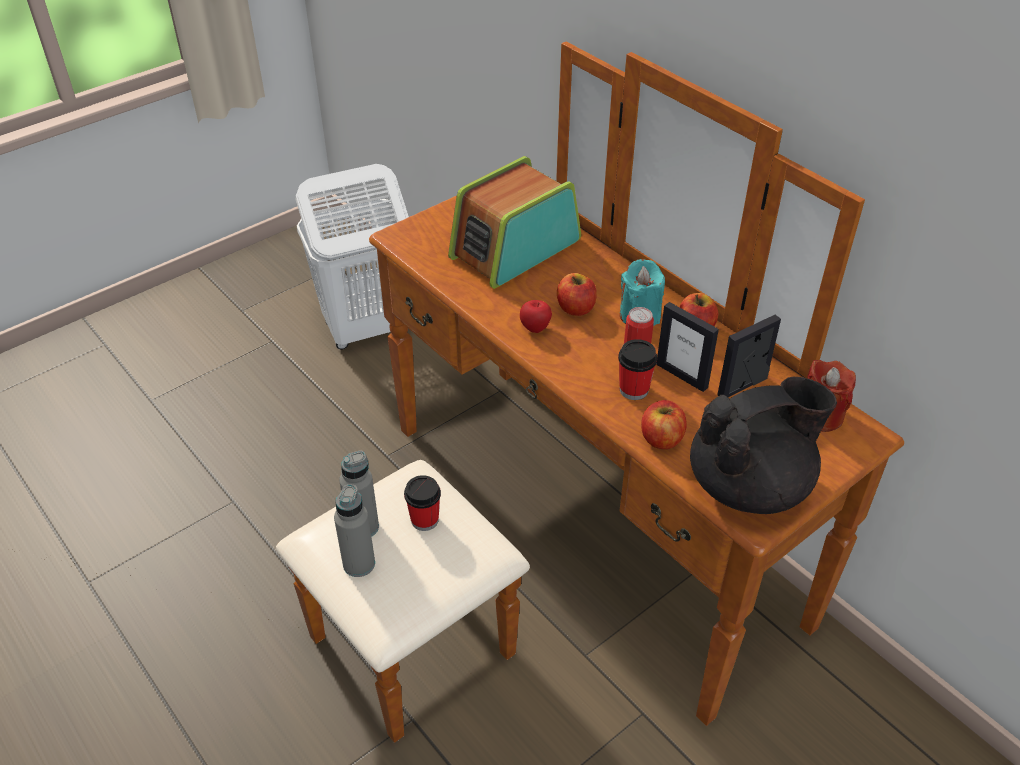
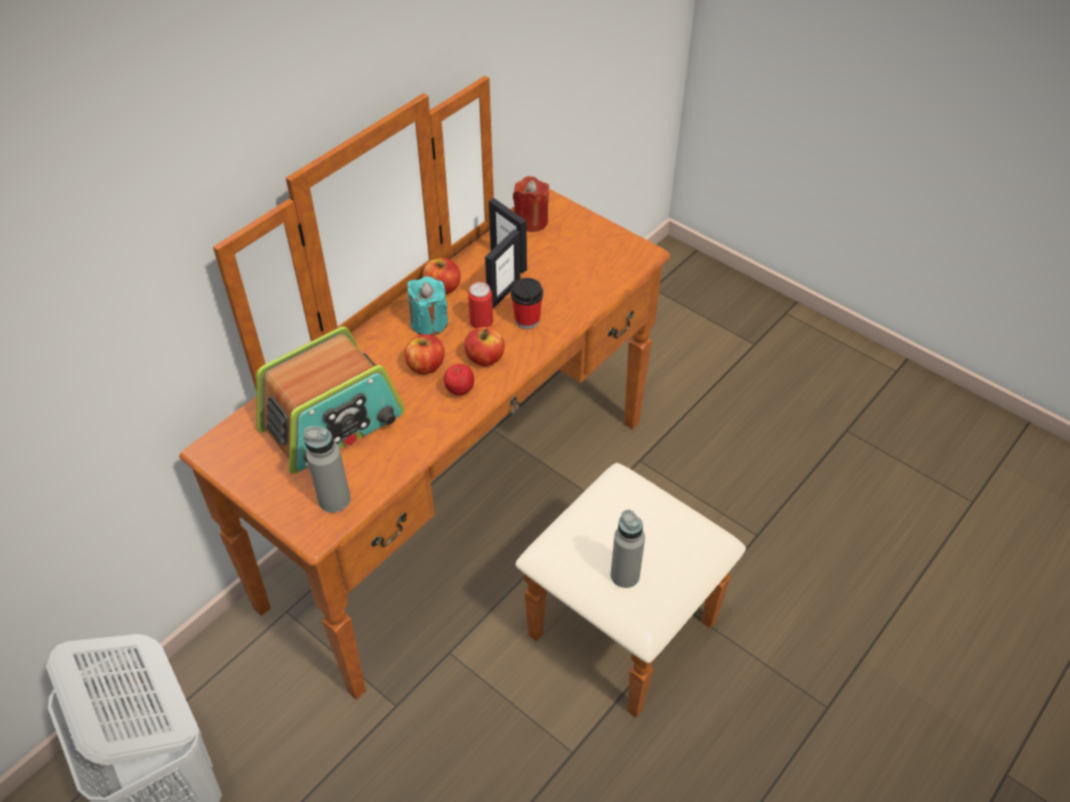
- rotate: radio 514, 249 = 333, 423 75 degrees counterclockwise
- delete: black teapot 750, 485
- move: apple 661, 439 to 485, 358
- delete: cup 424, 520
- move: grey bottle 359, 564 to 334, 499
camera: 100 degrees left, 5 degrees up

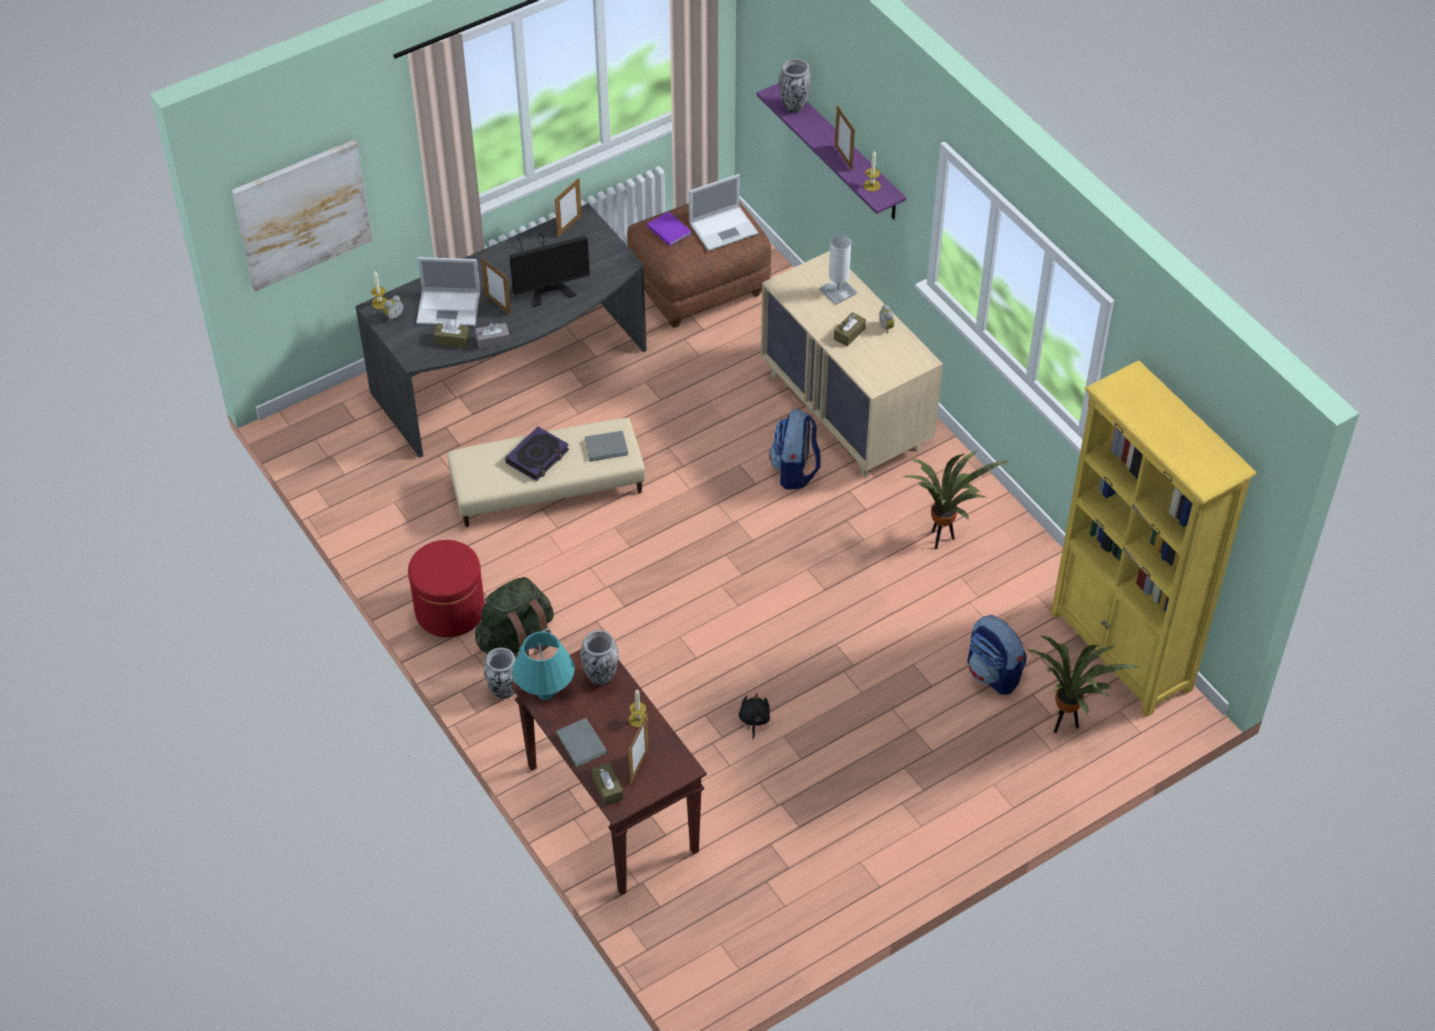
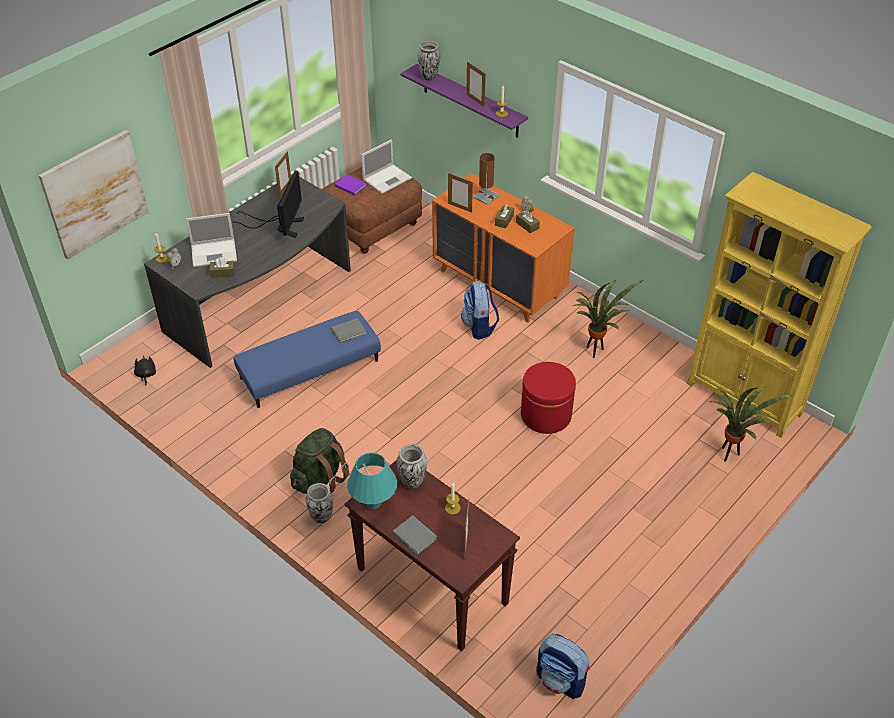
- rotate: monitor 547, 282 = 280, 225 45 degrees counterclockwise
- recolor: white table lamp 838, 291 to brown table lamp 485, 196
- recolor: beige dresser 846, 412 to orange dresser 499, 284
- move: picture frame 498, 305 to 460, 207
- delete: grey tissue box 493, 341
- recolor: beige ottoman 548, 487 to blue ottoman 310, 370
- delete: book 537, 457
- move: red ottoman 450, 610 to 546, 415
- move: backpack 993, 674 to 561, 680
- move: black plush toy 754, 720 to 146, 375
- move: brown tissue box 607, 788 to 527, 225
camera: 15 degrees left, 5 degrees down

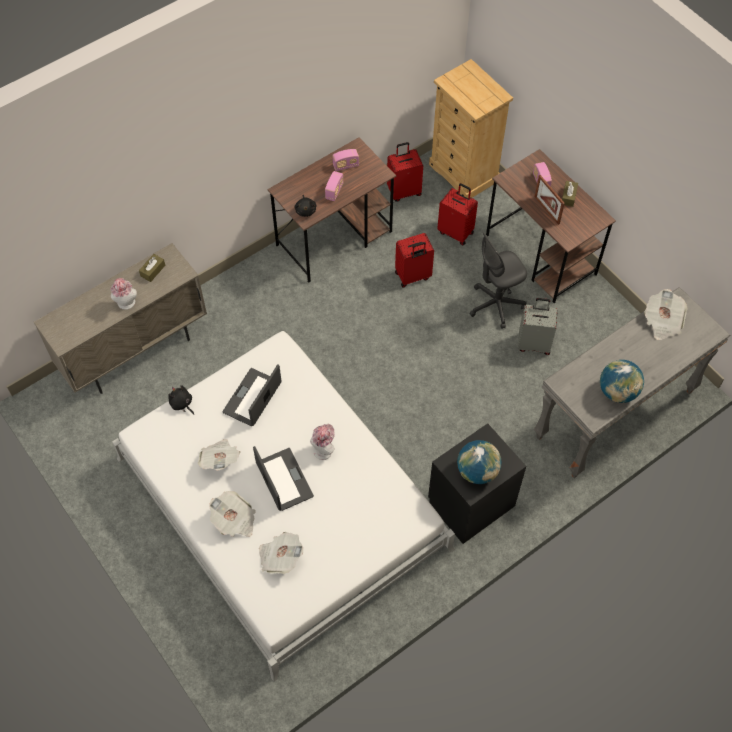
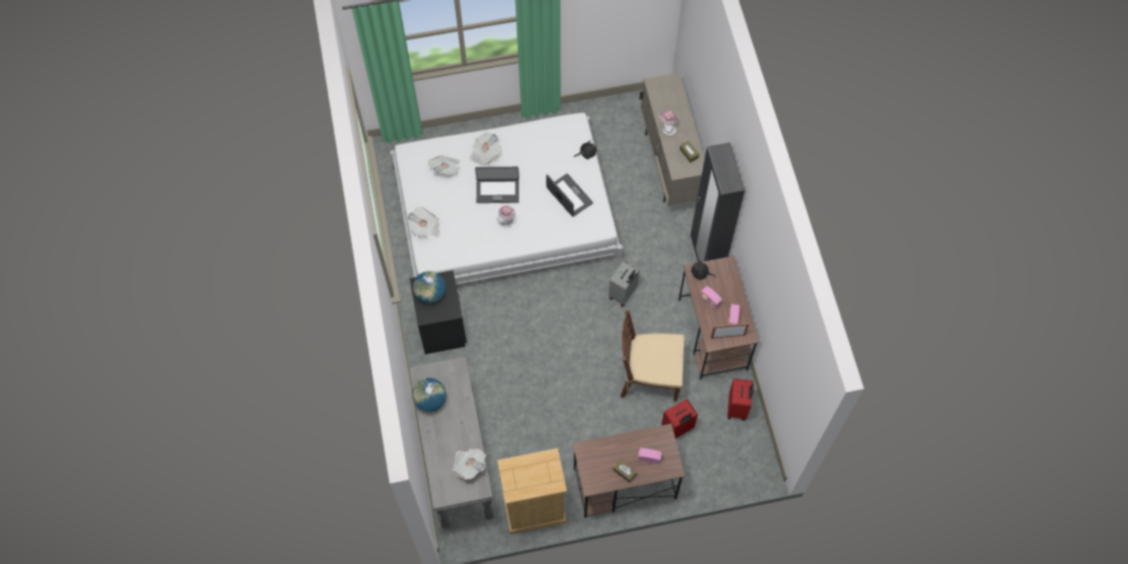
- move: beige dresser 464, 172 to 533, 509
- move: picture frame 547, 210 to 728, 336
- delete: grey office chair 496, 305
- replace: red suitcase 413, 276 to brown chair 649, 376
- move: grey suitcase 534, 343 to 623, 293
- move: newspaper 220, 459 to 425, 227
- insert: black wardrobe 706, 257
camera: 115 degrees right, 5 degrees up

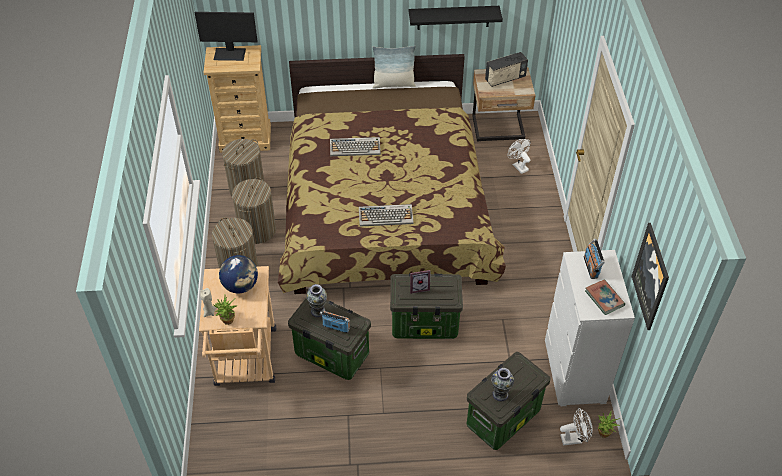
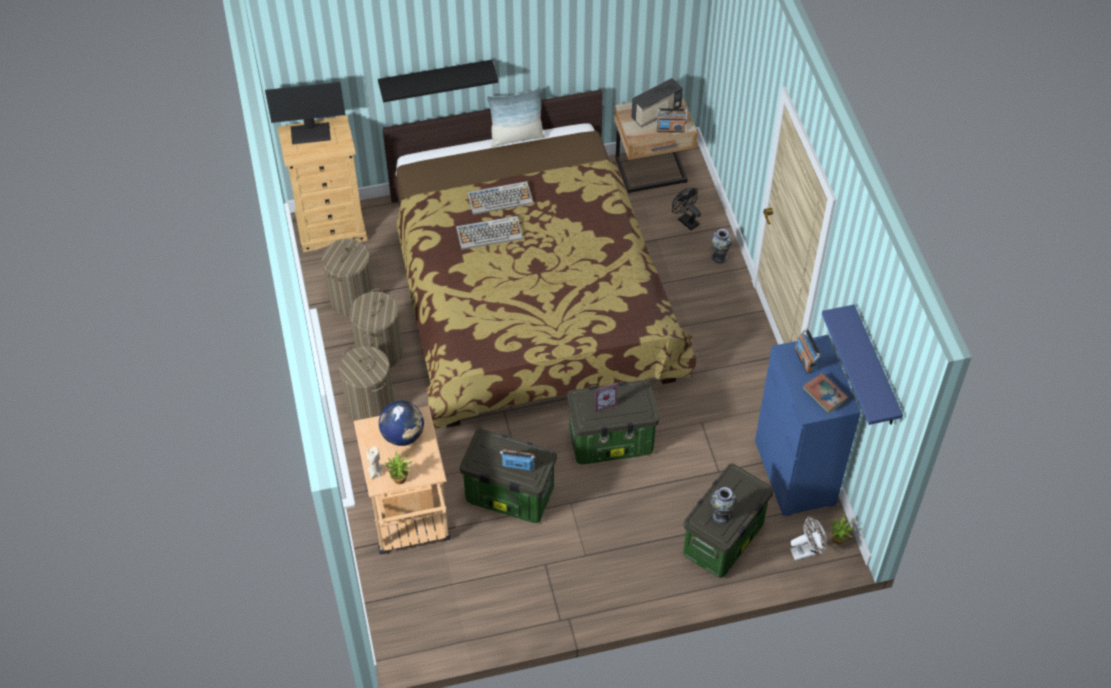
- move: black shelf 453, 17 to 436, 80
- recolor: white fan 518, 166 to black fan 685, 220
- move: keyboard 386, 216 to 500, 198
- replace: picture 651, 276 to blue shelf 875, 369
- recolor: white dresser 574, 372 to blue dresser 794, 474
- move: vase 318, 311 to 719, 257
- insert: radio 670, 129
camera: 10 degrees left, 5 degrees up

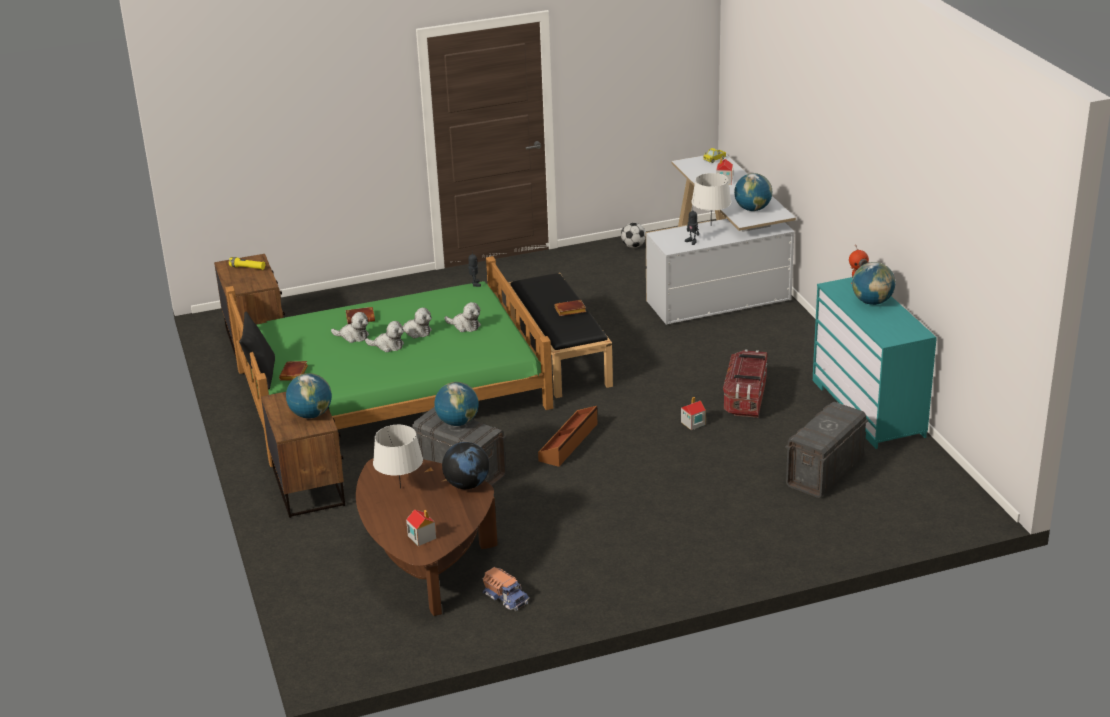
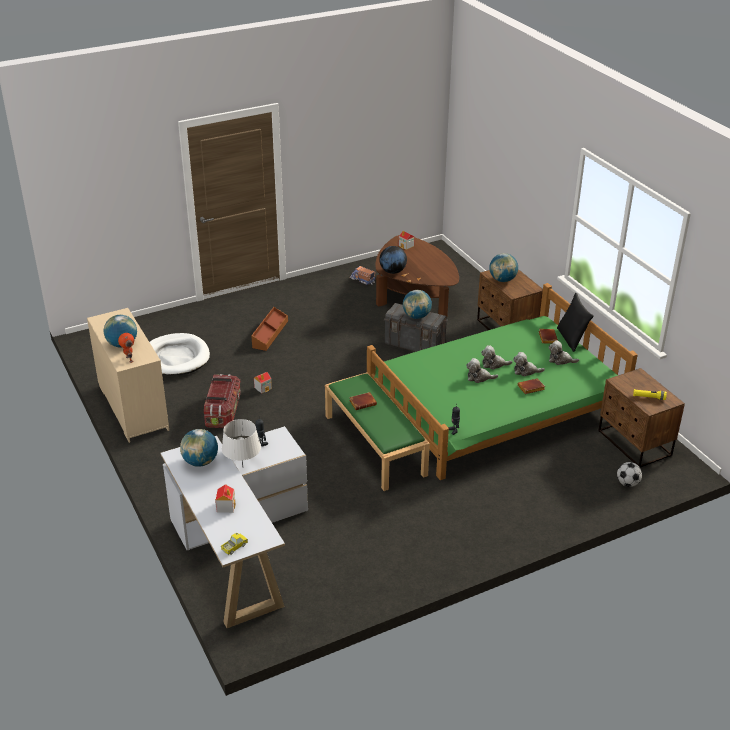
- move: football 633, 246 to 627, 483
- recolor: black bench 557, 354 to green bench 375, 445
- recolor: turquoise dresser 869, 408 to beige dresser 132, 408
- move: plush toy 465, 326 to 560, 360
- replace: grey storage box 824, 472 to white dog bed 176, 357
- move: brown storage box 569, 442 to 269, 334
- delete: white table lamp 400, 488
camera: 170 degrees right, 5 degrees up

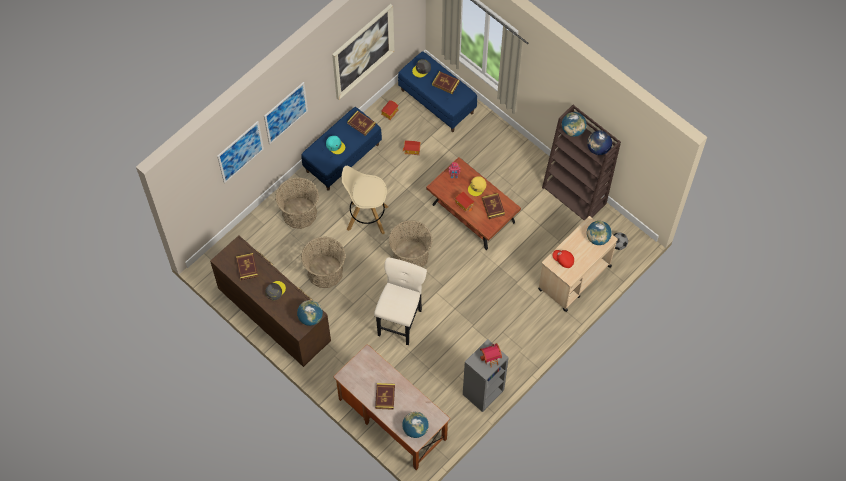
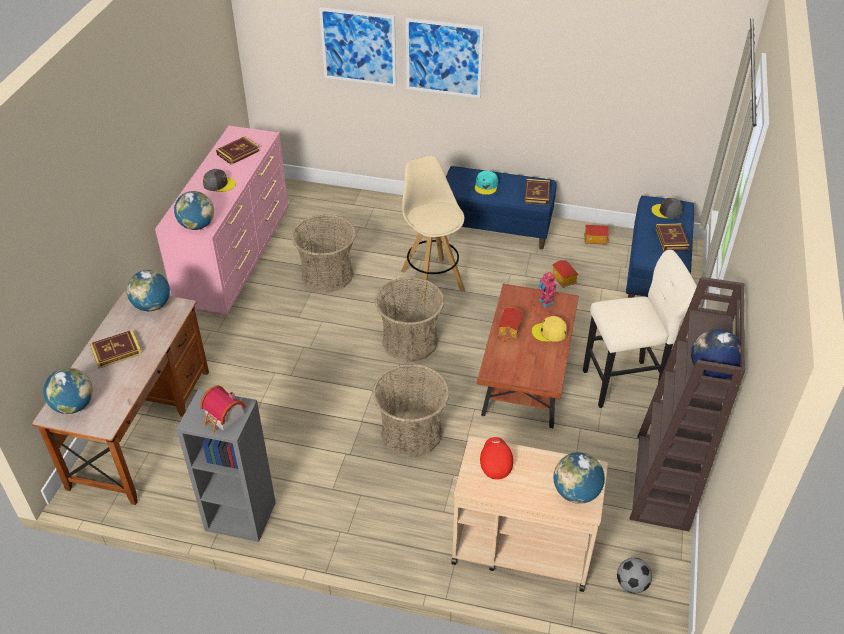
- delete: picture 363, 51
- move: globe 573, 130 to 152, 305
- move: basket 299, 213 to 411, 433
- delete: book 493, 207
- recolor: brown dresser 274, 316 to pink dresser 236, 258
- move: beige stool 400, 320 to 625, 383
camera: 60 degrees right, 20 degrees down

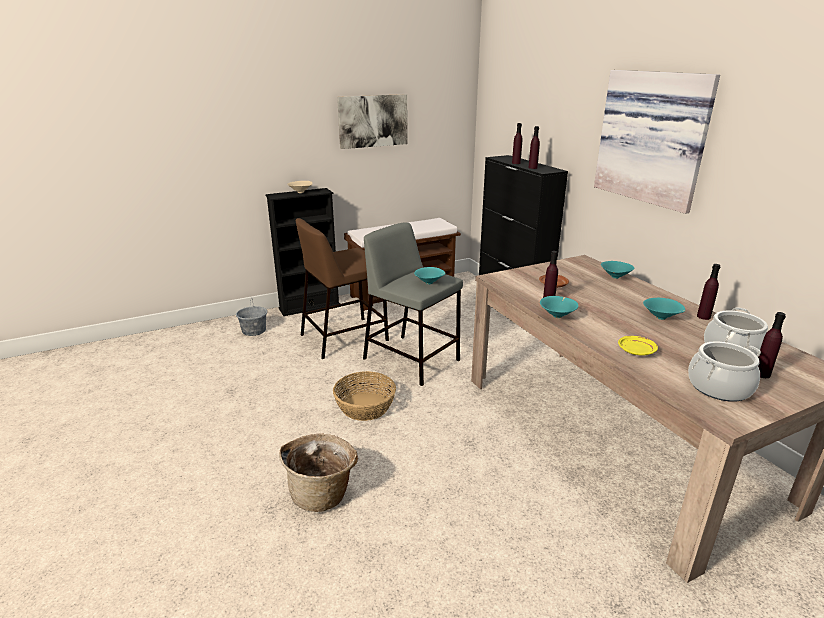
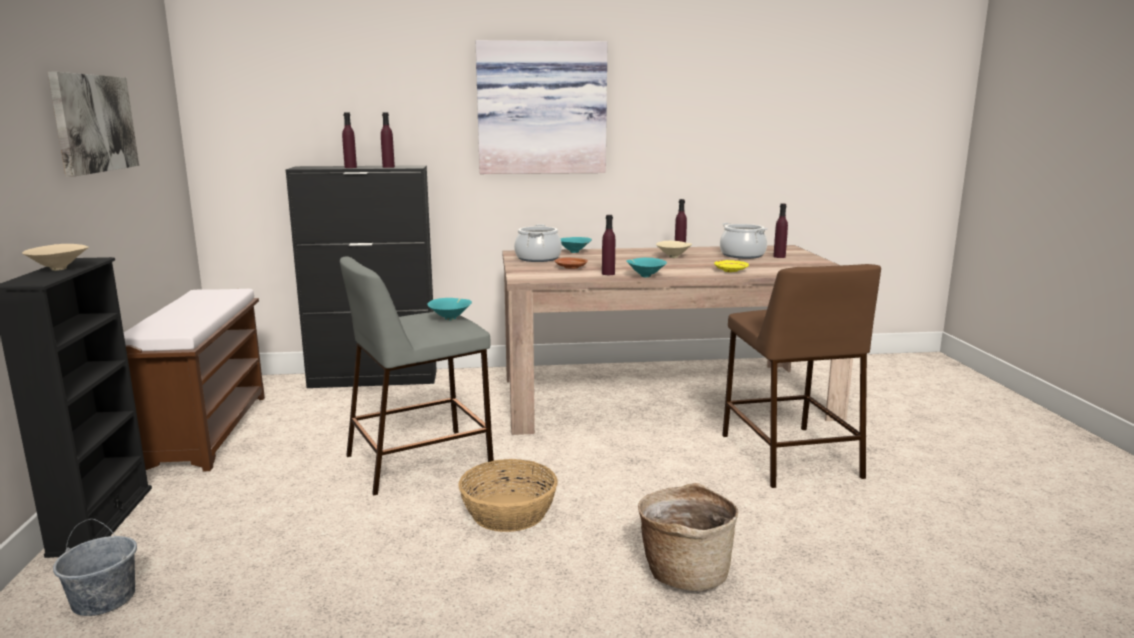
- move: brown stool 345, 337 to 788, 454
- recolor: turquoise bowl 661, 318 to beige bowl 674, 257
- move: cooking pot 718, 387 to 537, 258
camera: 70 degrees left, 10 degrees down

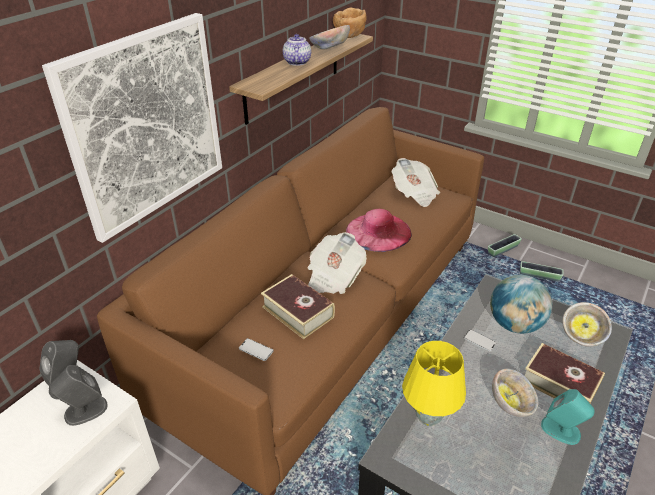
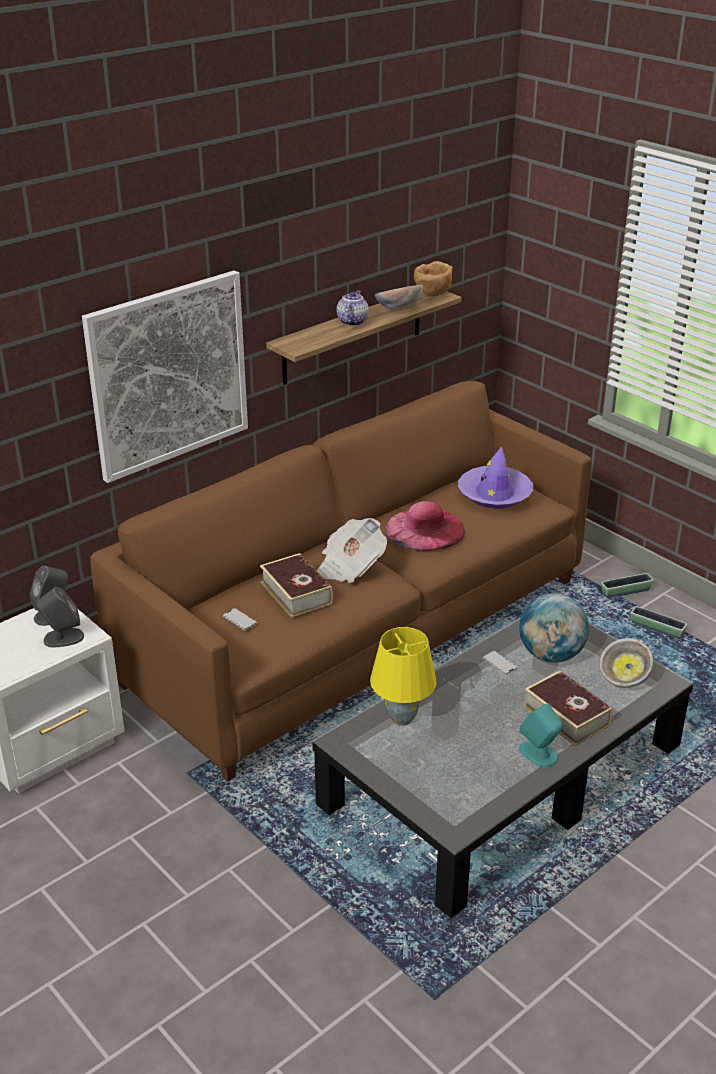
- replace: newspaper 414, 193 to purple hat 494, 494
- delete: bowl 511, 404
camera: 15 degrees right, 5 degrees down

